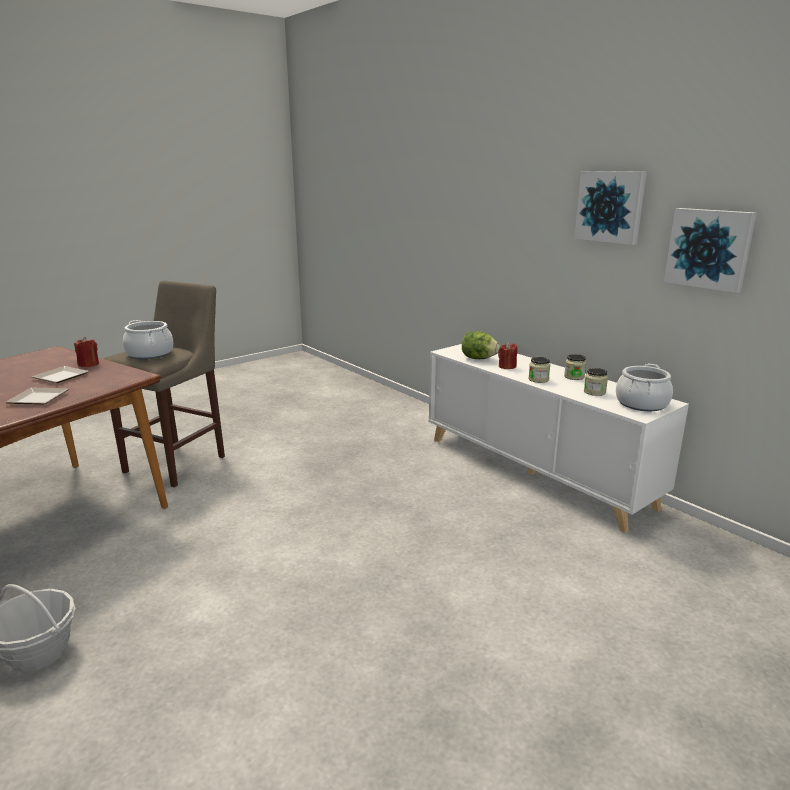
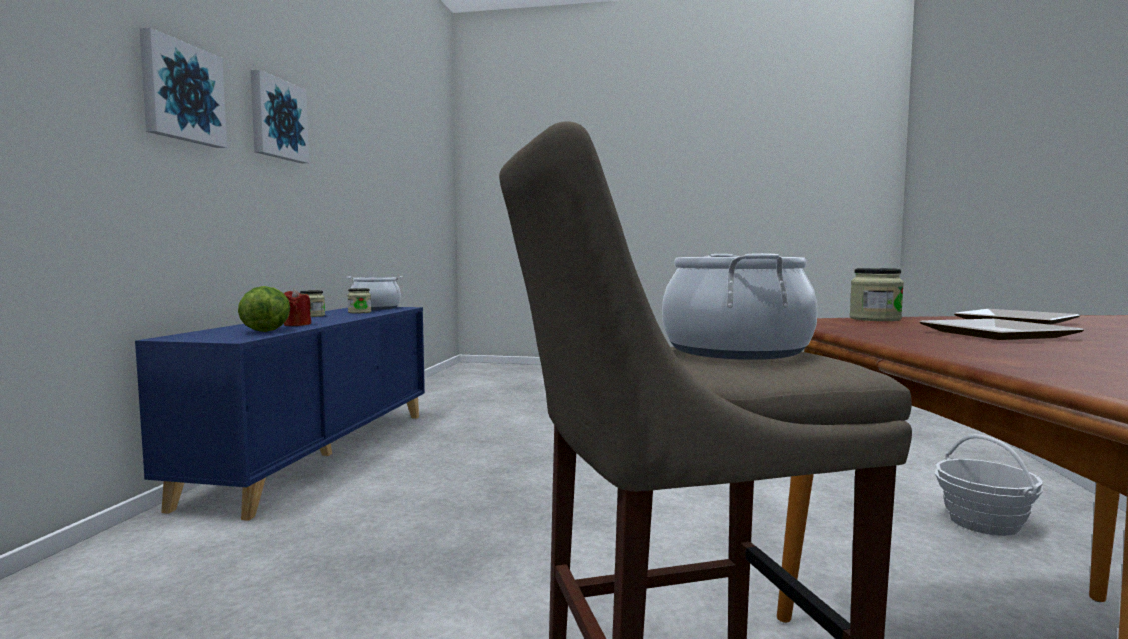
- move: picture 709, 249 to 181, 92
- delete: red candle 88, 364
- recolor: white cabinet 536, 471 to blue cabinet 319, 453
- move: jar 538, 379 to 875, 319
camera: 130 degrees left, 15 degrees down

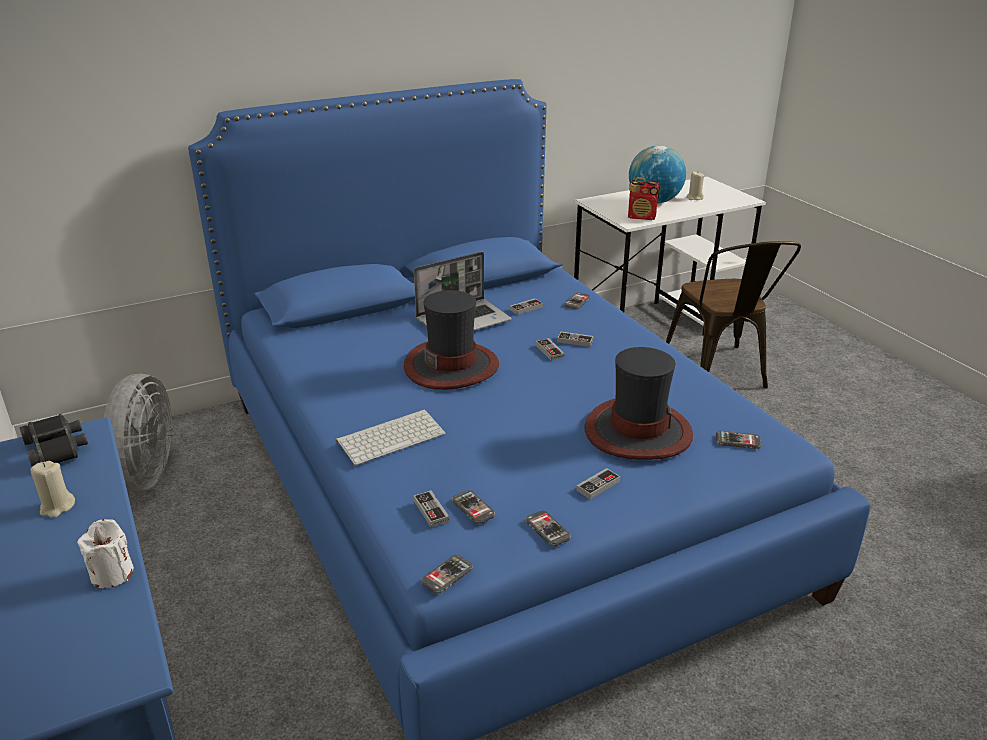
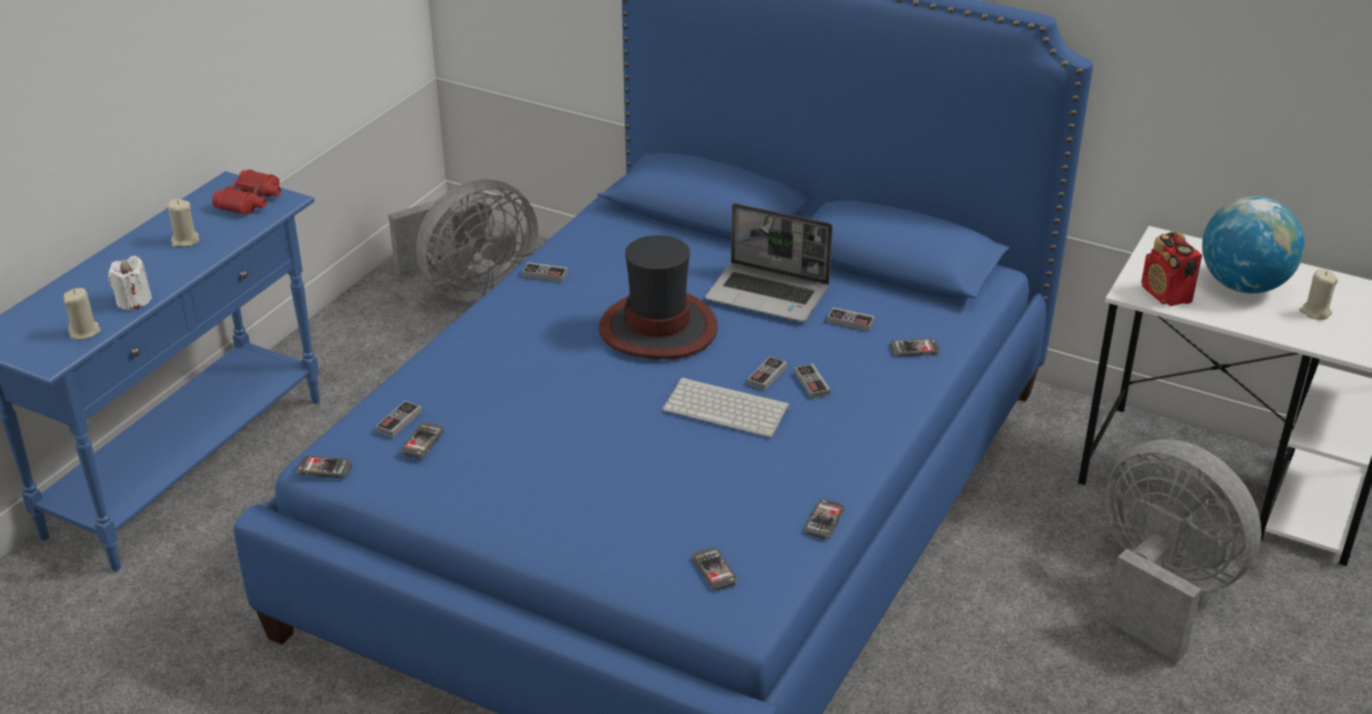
- replace: brown chair 719, 374 to grey fan 1161, 589
- delete: hat 637, 432
- move: keyboard 391, 437 to 728, 408
- recolor: black binoculars 57, 448 to red binoculars 251, 201
- move: game controller 598, 486 to 545, 274
- move: phone 547, 529 to 824, 521
- insert: beige candle 85, 332
camera: 55 degrees right, 5 degrees up

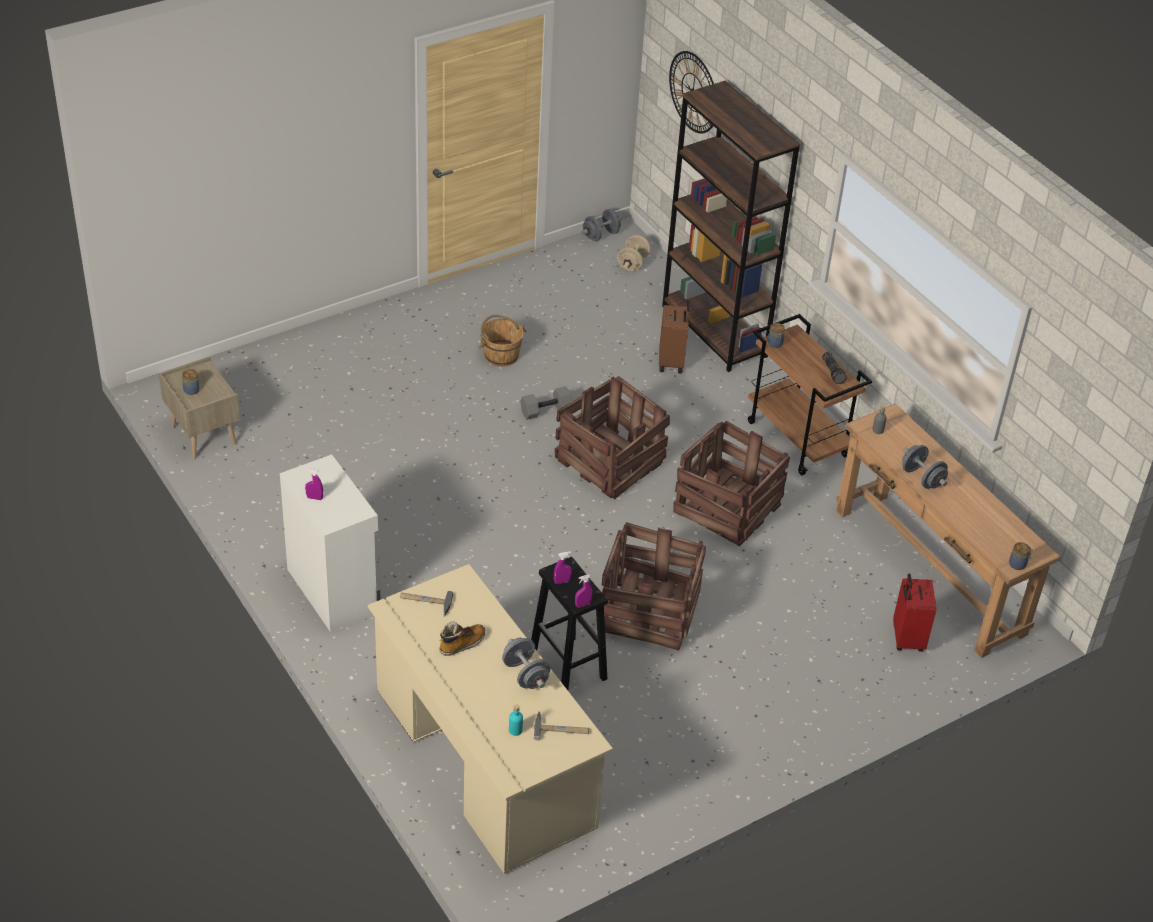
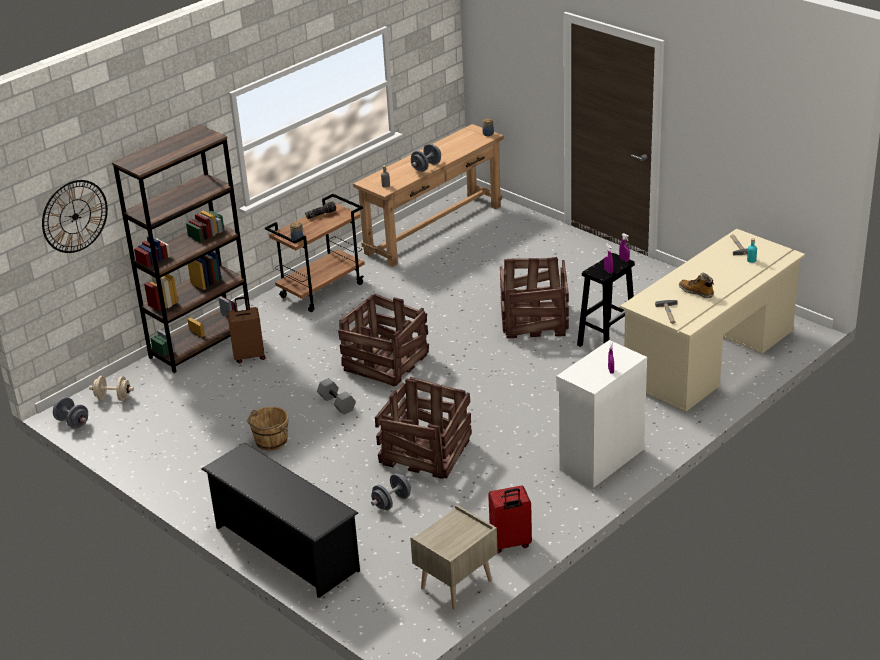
- delete: jar 192, 390
- move: crate 728, 507 to 424, 452
- move: red suitcase 906, 638 to 510, 544
- move: grey dumbbell 525, 674 to 392, 502
- insert: black shoe rack 285, 548
camera: 100 degrees left, 10 degrees down

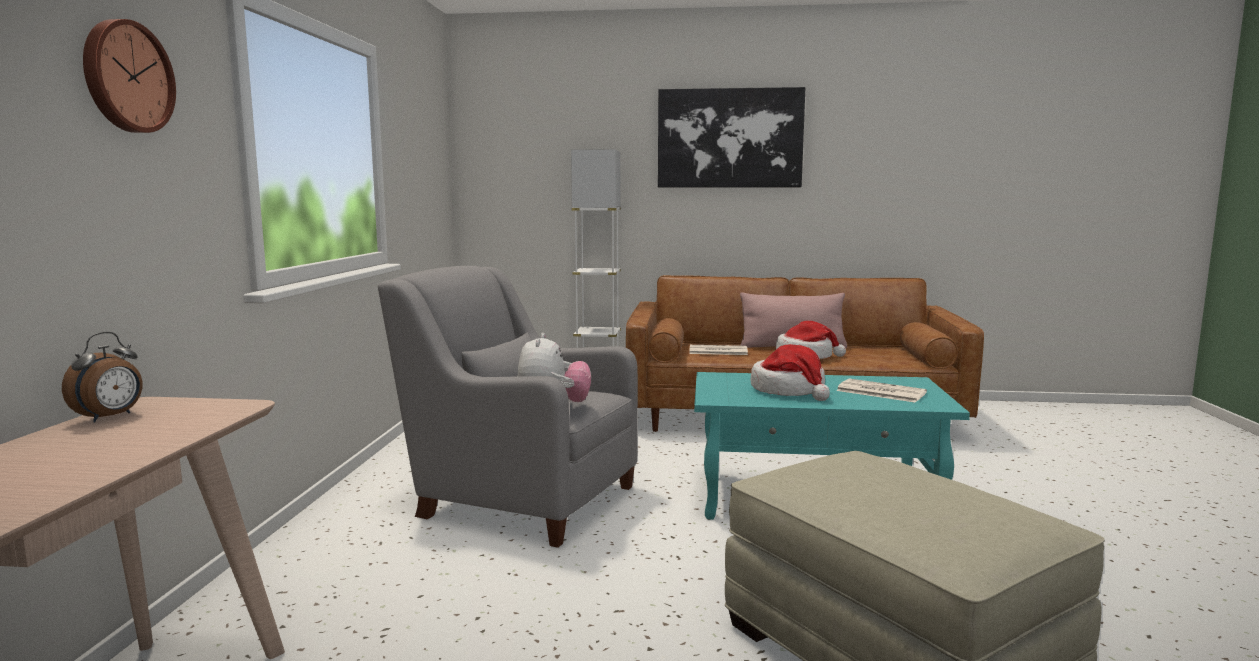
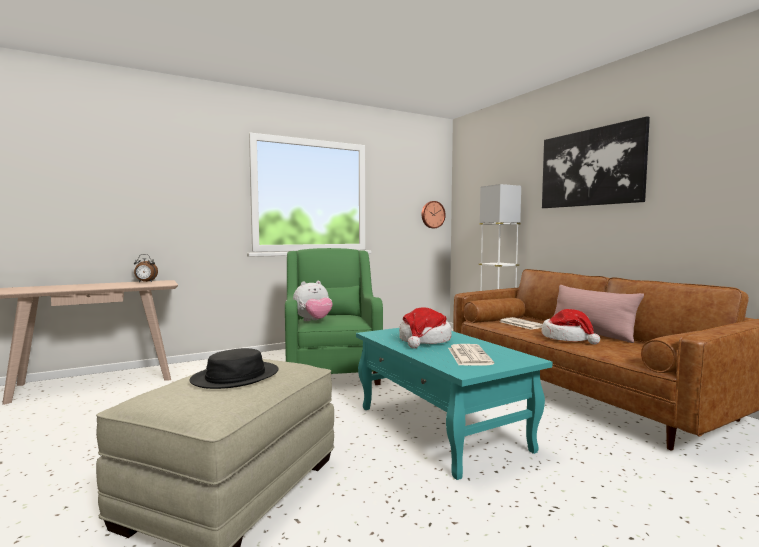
- move: wall clock 126, 77 to 432, 214
- recolor: grey armchair 519, 499 to green armchair 332, 371
- insert: black hat 235, 376
camera: 55 degrees right, 5 degrees down

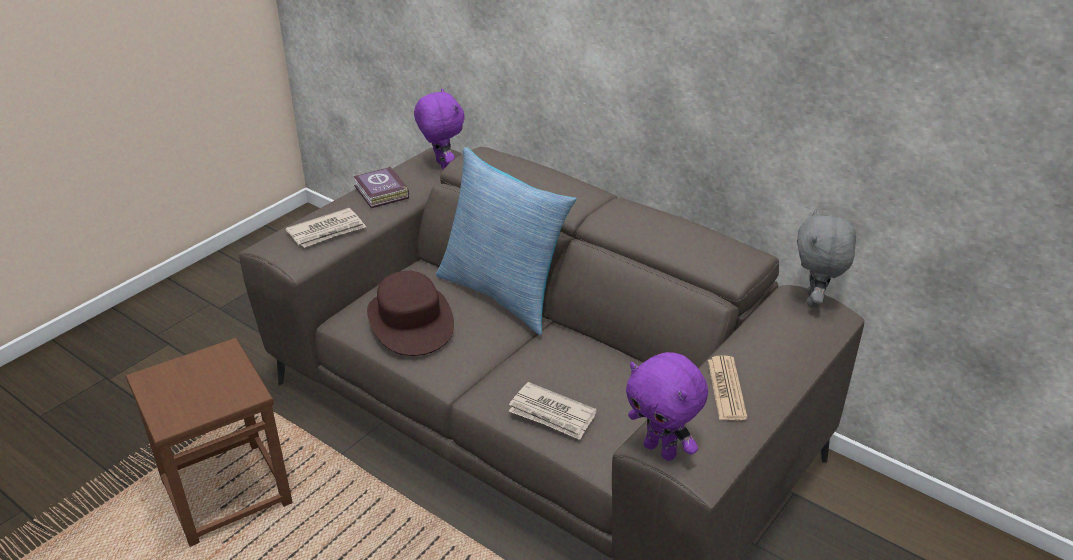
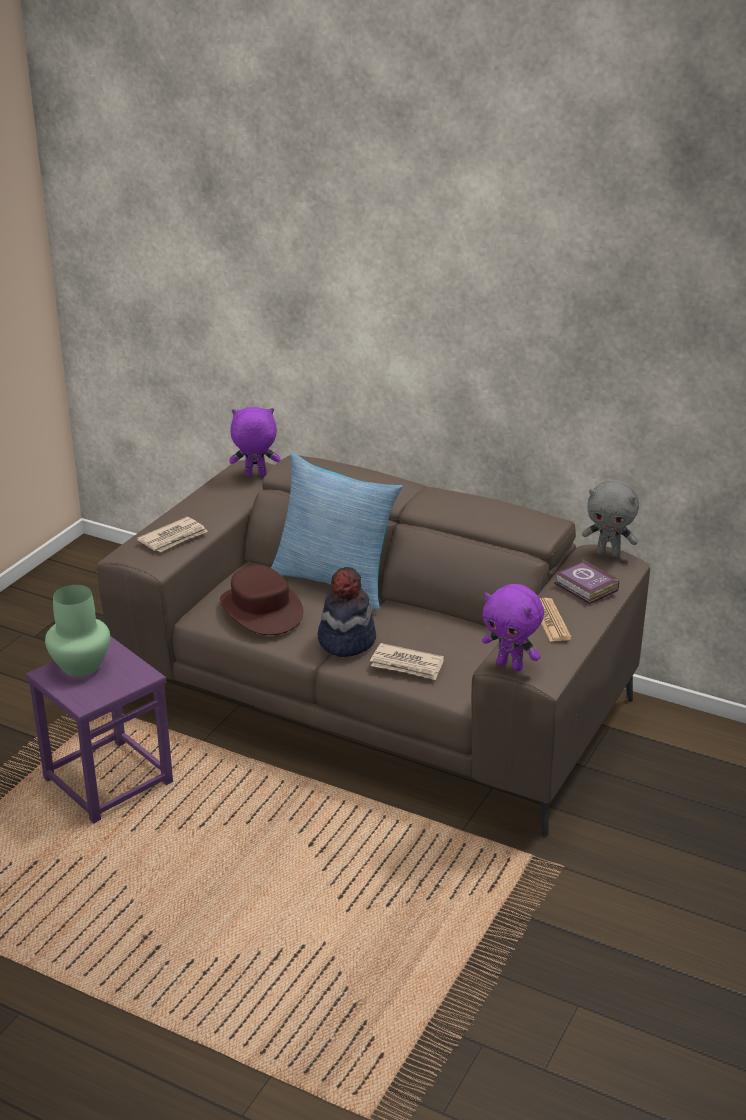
- rotate: purple plush toy 441, 165 = 255, 475 60 degrees counterclockwise
- move: book 381, 193 to 586, 588
- rotate: grey plush toy 815, 300 = 608, 553 75 degrees counterclockwise
- recolor: brown stool 226, 491 to purple stool 108, 780
- insert: hat 346, 640
- insert: green vase 82, 665
camera: 10 degrees left, 5 degrees down

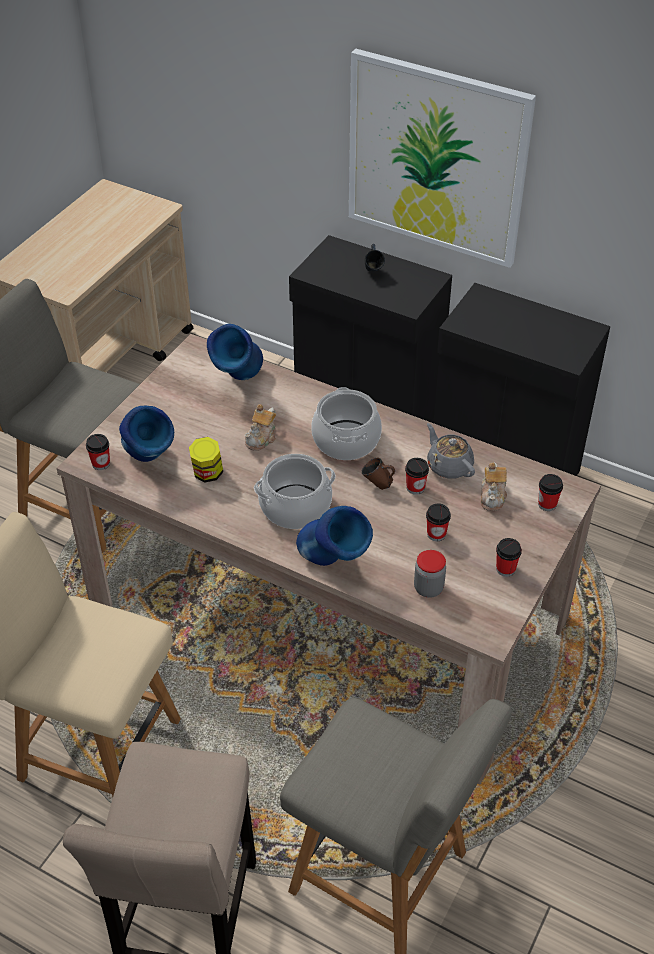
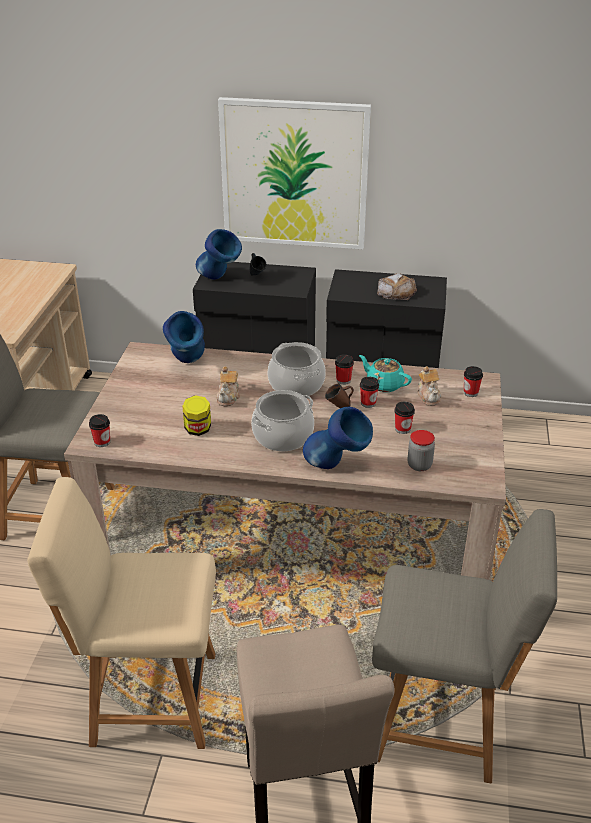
- move: blue vase 150, 463 to 219, 280
- recolor: grey teapot 449, 466 to turquoise teapot 384, 384
- move: cup 505, 569 to 343, 380
- insert: bread 396, 292
camera: 20 degrees left, 10 degrees down

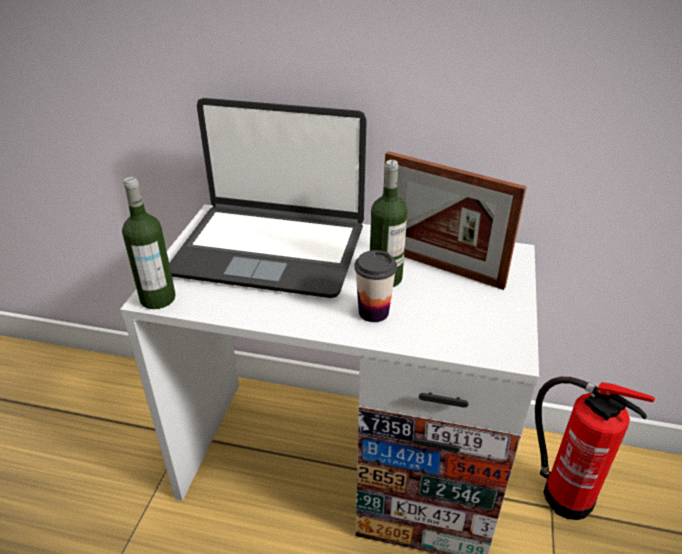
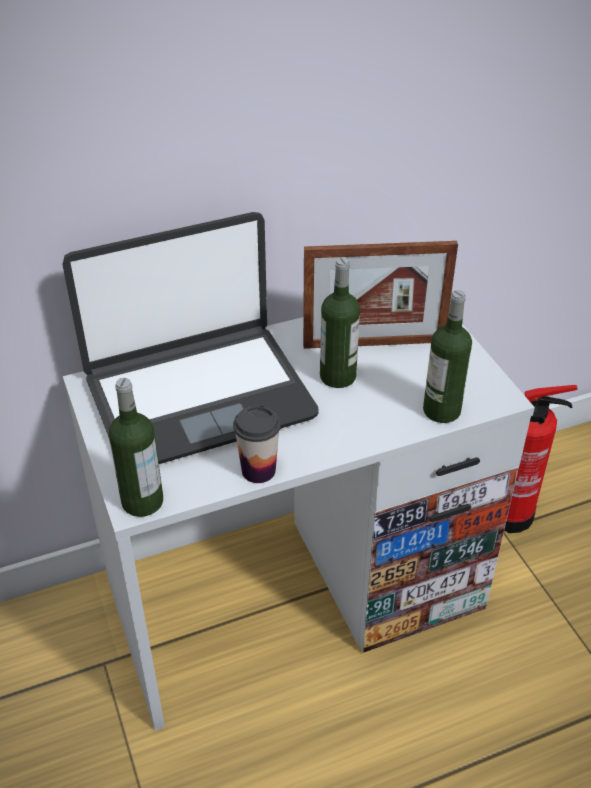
- move: cup 373, 312 to 258, 470
- insert: bottle 441, 410
camera: 35 degrees left, 5 degrees up

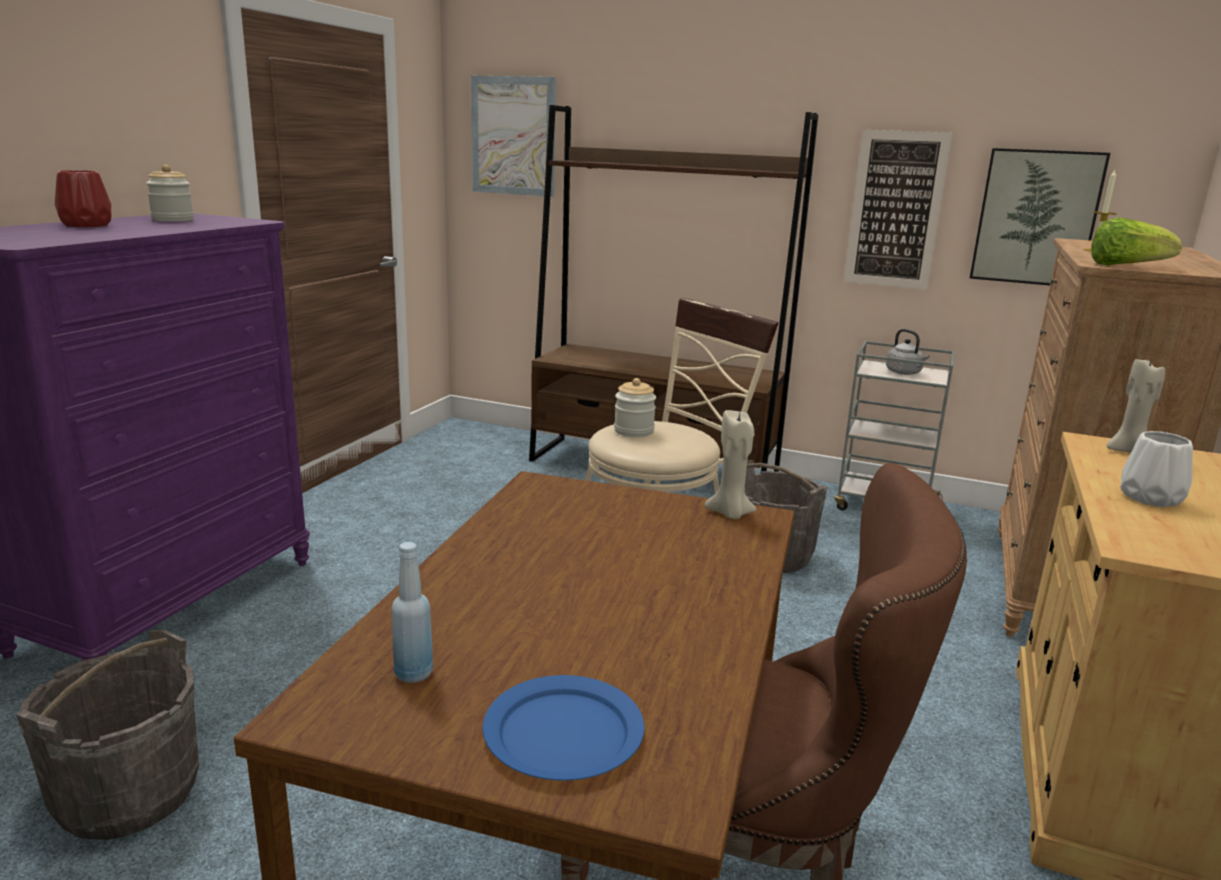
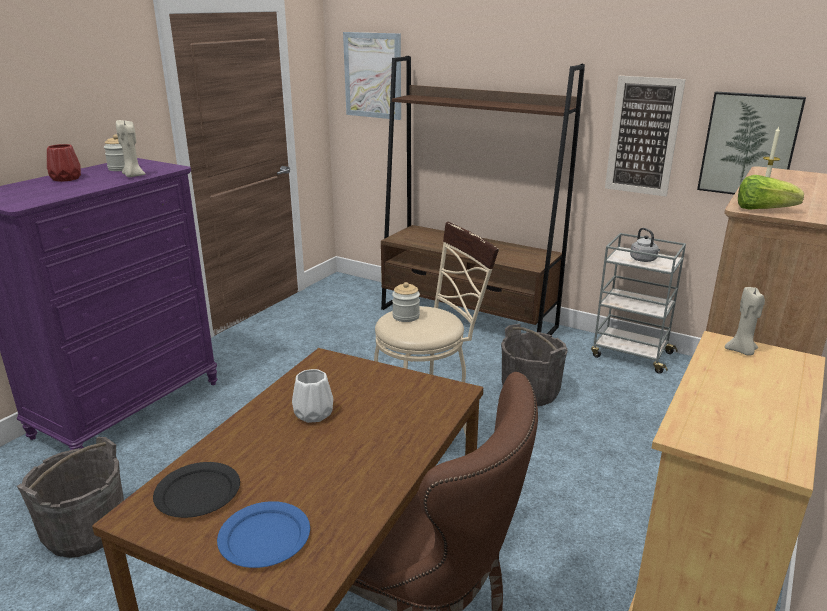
- move: beige candle 730, 513 to 133, 176
- move: white vase 1149, 498 to 312, 414
- replace: blue bottle 413, 674 to black plate 197, 493
camera: 10 degrees right, 5 degrees up

